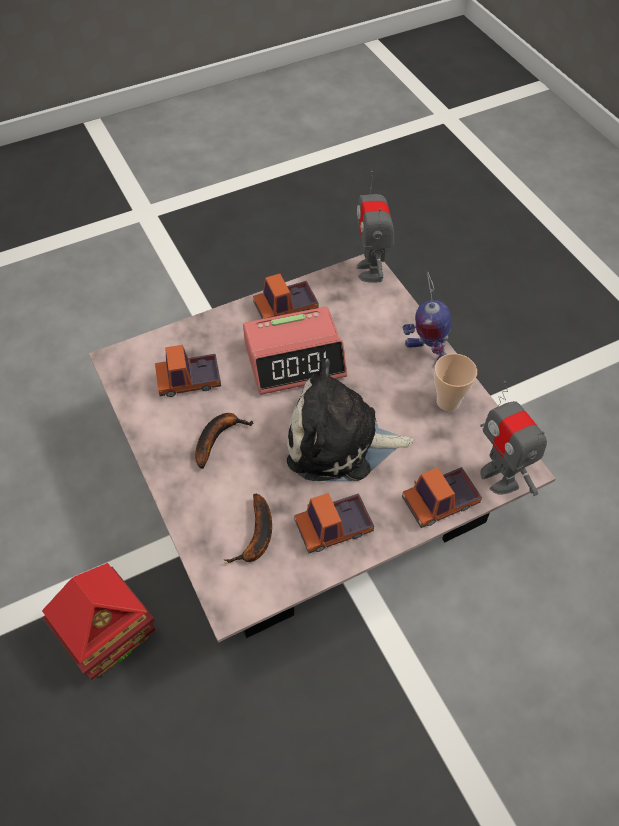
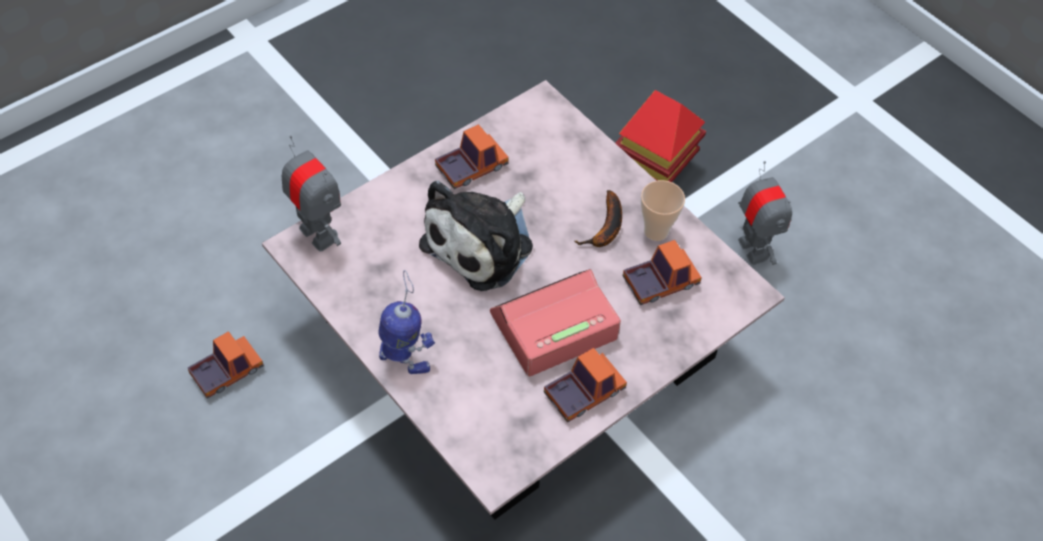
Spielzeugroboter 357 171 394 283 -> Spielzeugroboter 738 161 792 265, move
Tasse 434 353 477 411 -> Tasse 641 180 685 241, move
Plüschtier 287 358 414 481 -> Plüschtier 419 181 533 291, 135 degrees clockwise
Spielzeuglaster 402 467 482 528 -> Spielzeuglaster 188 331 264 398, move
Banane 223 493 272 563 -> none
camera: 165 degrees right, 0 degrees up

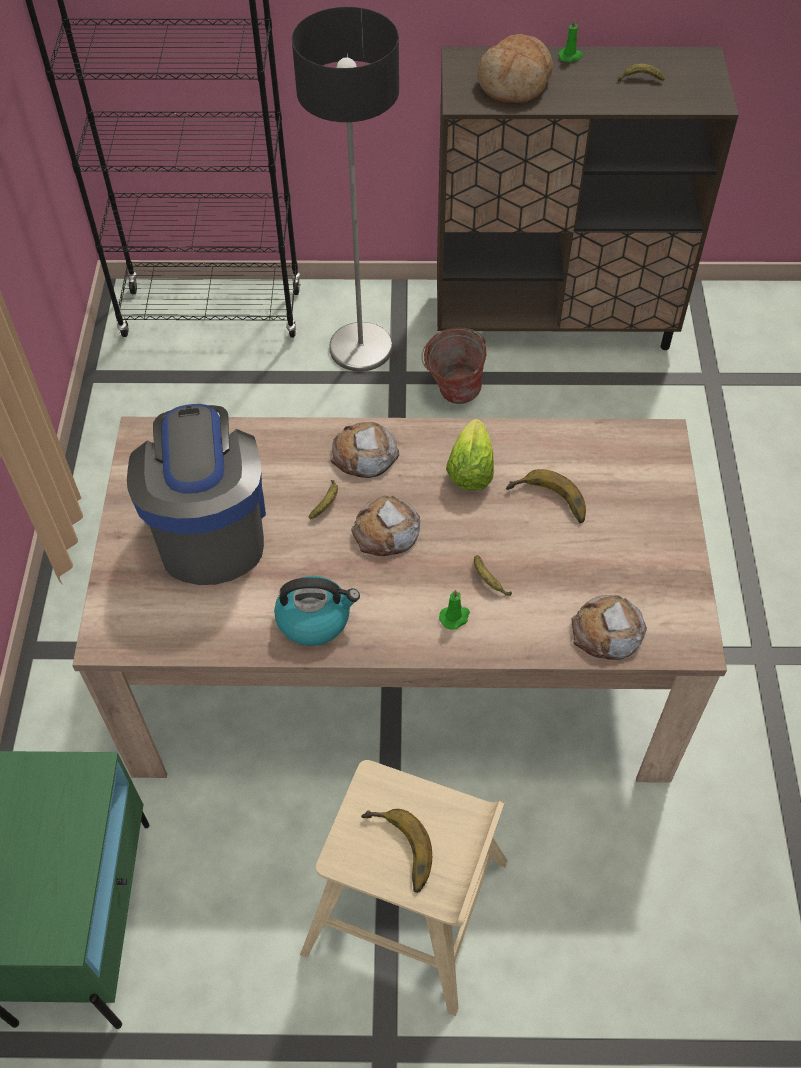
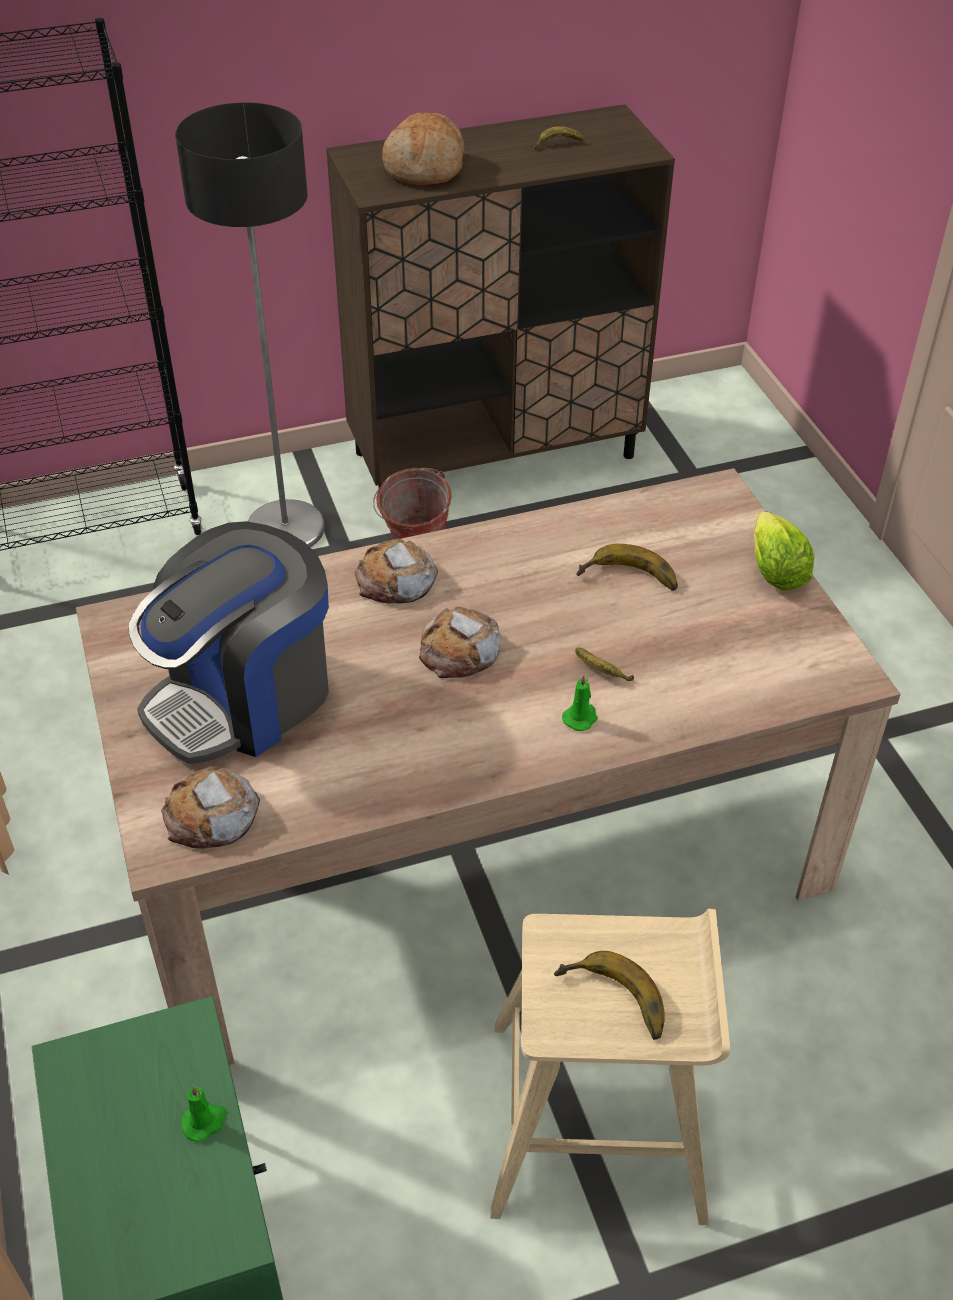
Kerze/grün 558 18 583 62 -> Kerze/grün 181 1086 227 1142, move
Kaffeemaschine 127 404 266 585 -> Kaffeemaschine 129 521 329 764, 105 degrees counterclockwise
Salatkopf 446 419 494 491 -> Salatkopf 754 512 814 590, move
Banane 308 480 338 519 -> none
Wasserkessel 274 576 360 646 -> none
Brot 571 595 647 660 -> Brot 161 766 260 849, move
camera: 20 degrees left, 10 degrees down

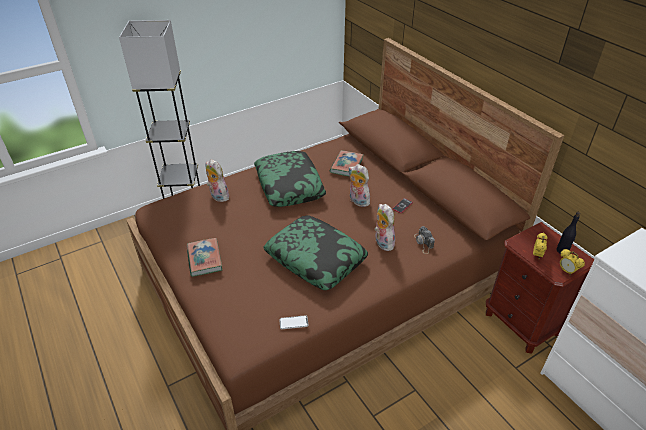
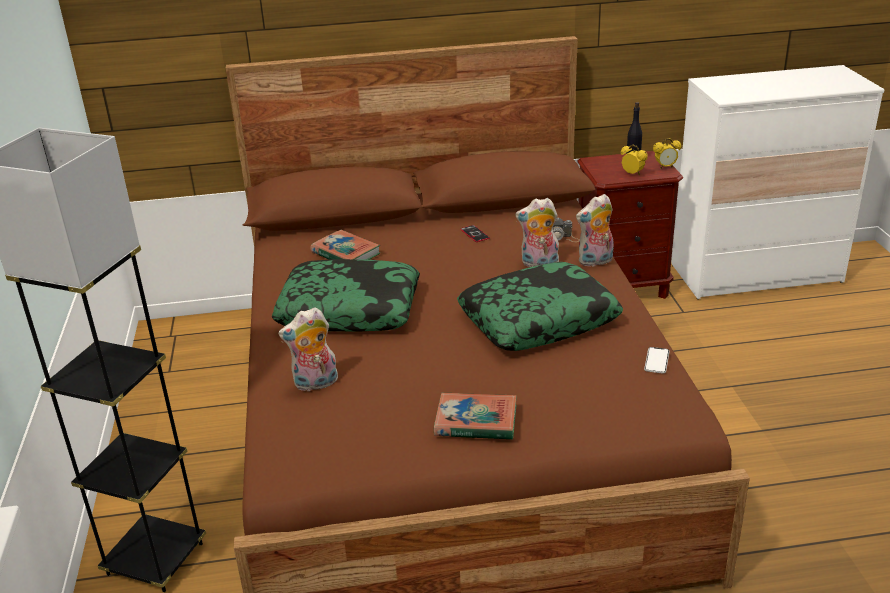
Plüschtier 348 164 370 207 -> Plüschtier 576 194 614 267, move
camera: 65 degrees left, 10 degrees down

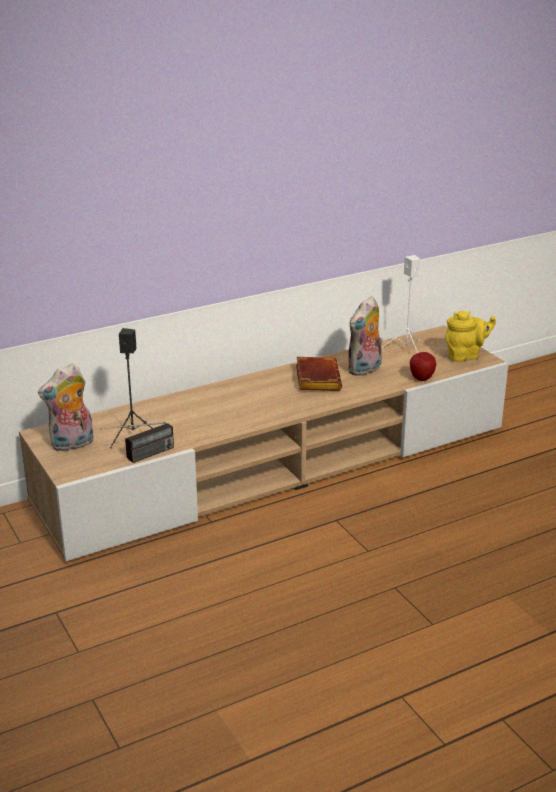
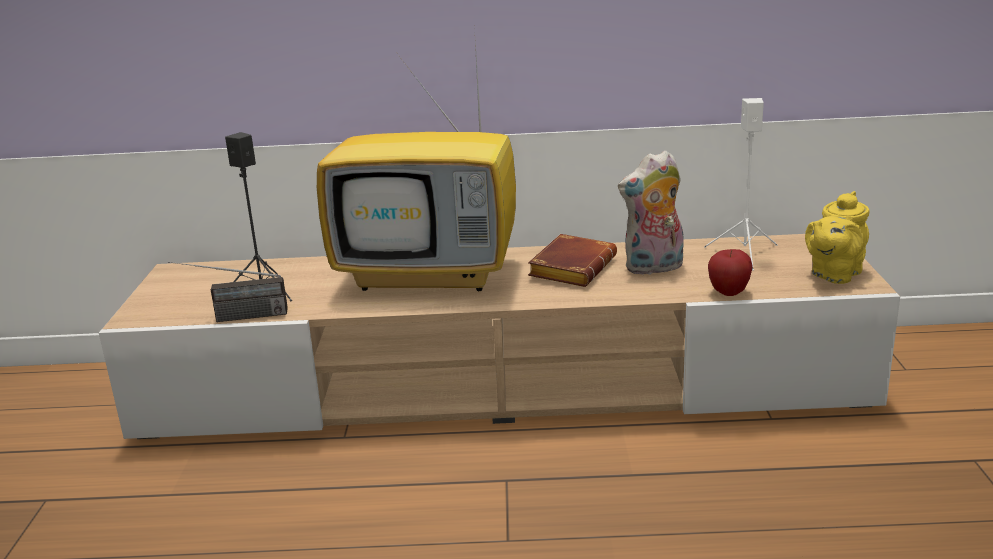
Teekanne/gelb 446 311 496 362 -> Teekanne/gelb 805 191 870 284, 120 degrees clockwise
Plüschtier 38 363 94 452 -> none
none -> Fernseher 317 27 516 291
camera: 30 degrees right, 5 degrees down

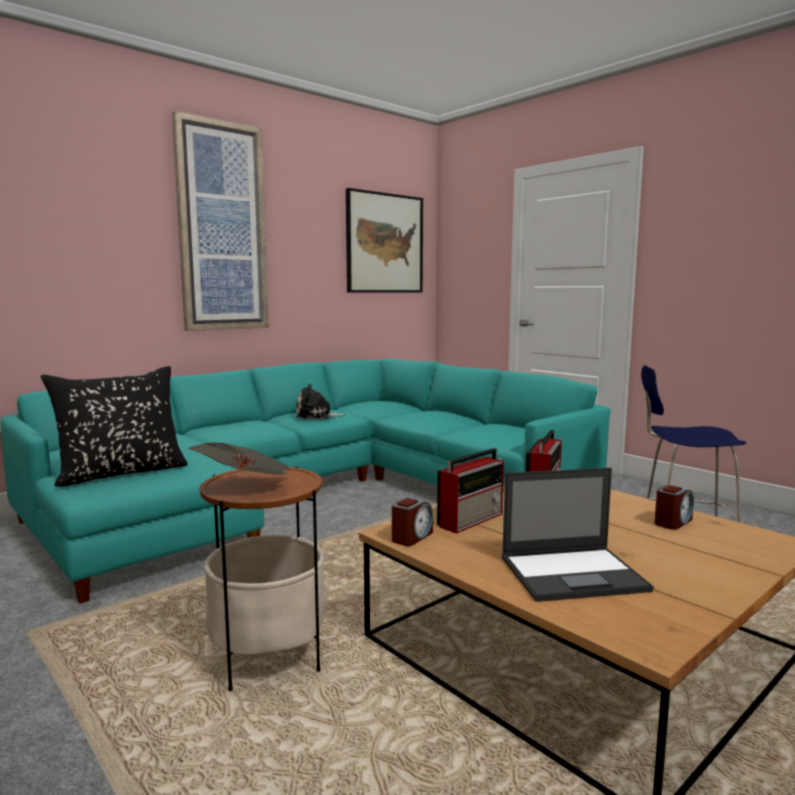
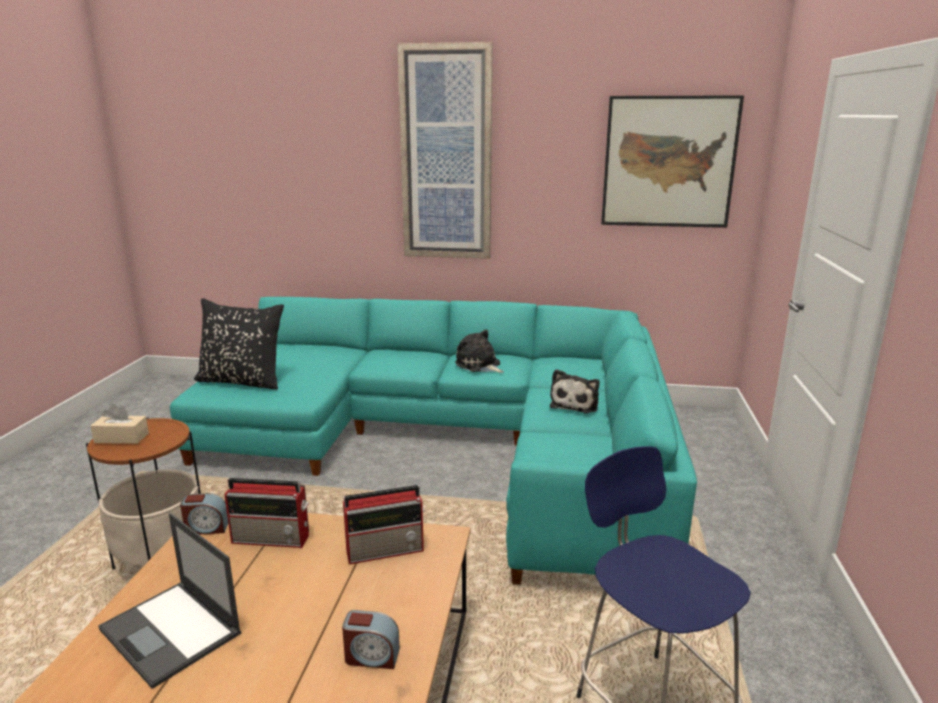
Zeitung 188 443 290 475 -> Taschentuchbox/beige 91 404 149 444
none -> Plüschtier 550 369 599 413
camera: 50 degrees right, 10 degrees up

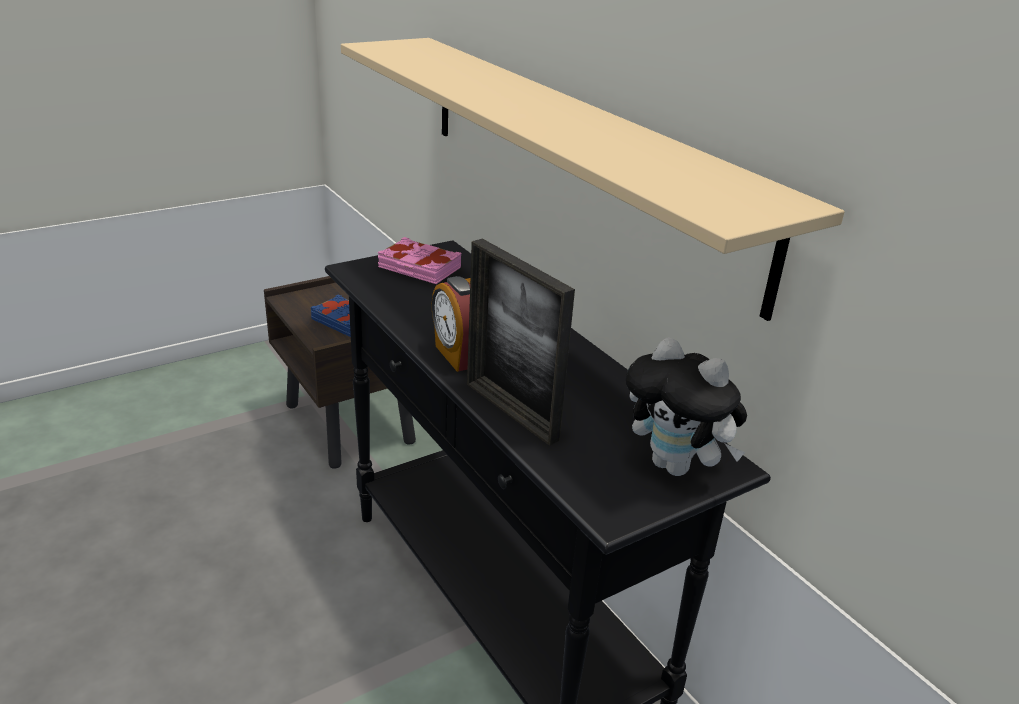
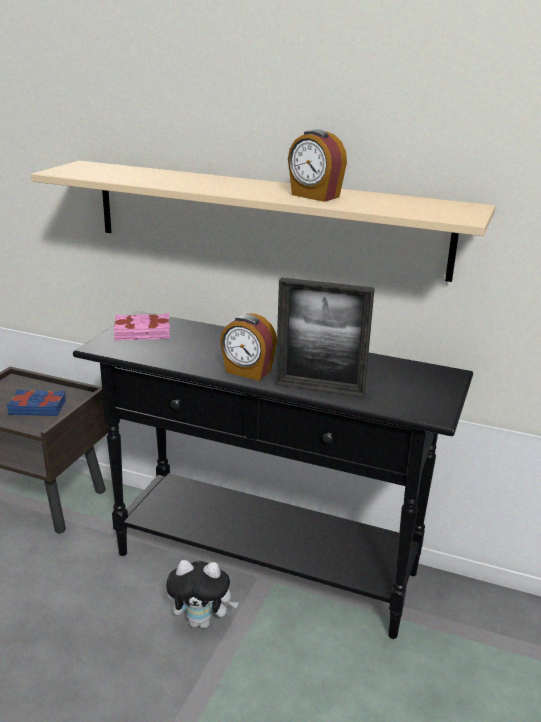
Plüschtier 626 337 747 476 -> Plüschtier 166 560 239 628, move
none -> Wecker 288 129 347 202
camera: 35 degrees left, 5 degrees down

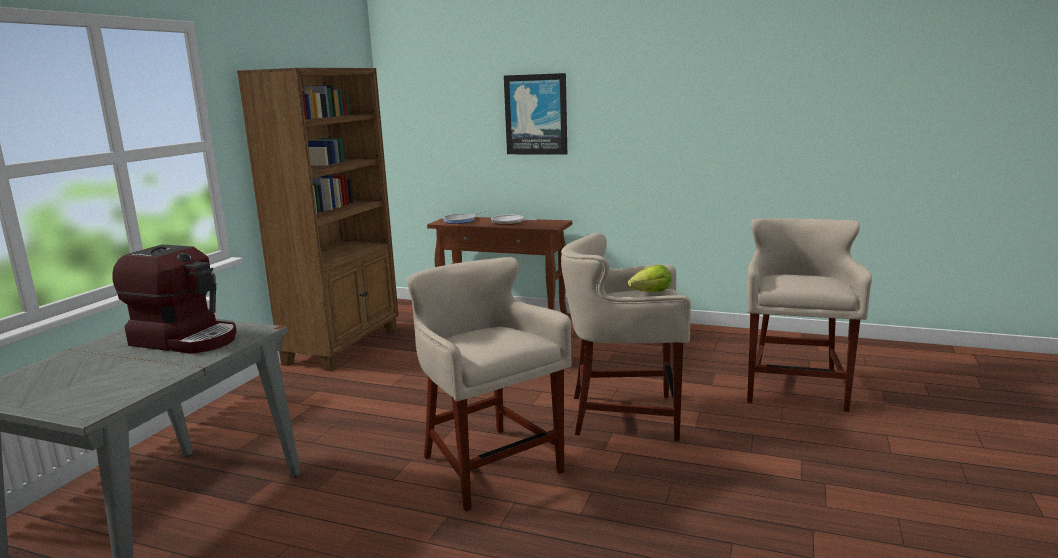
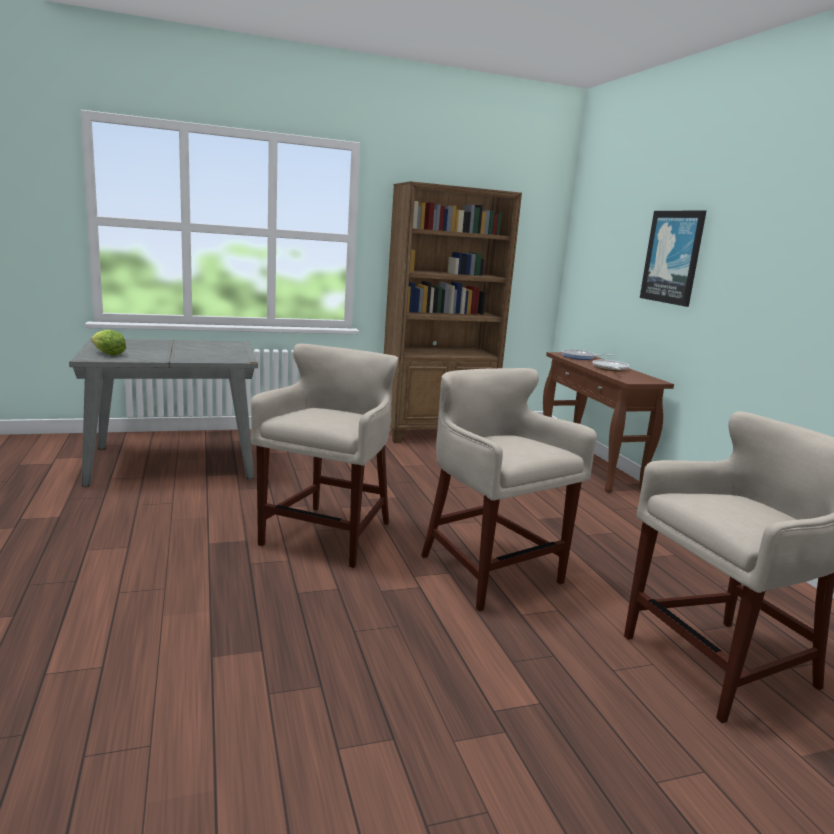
Kaffeemaschine 112 245 237 354 -> none
Salatkopf 628 265 671 292 -> Salatkopf 91 330 126 356, move
camera: 50 degrees right, 0 degrees up

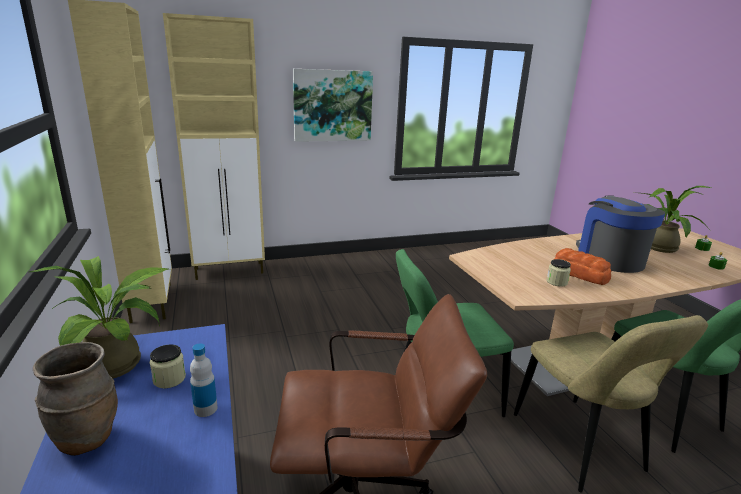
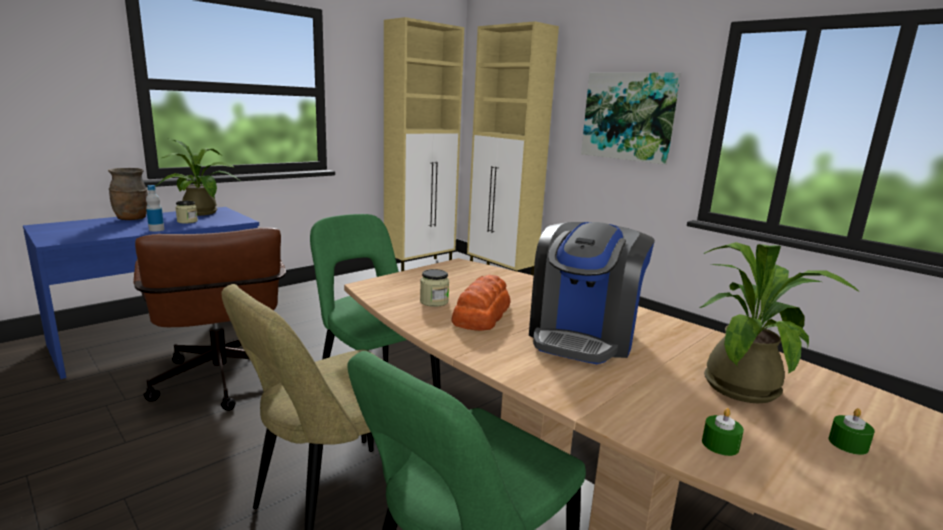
Kaffeemaschine 576 195 665 273 -> Kaffeemaschine 529 222 655 364, 150 degrees clockwise
camera: 65 degrees right, 5 degrees down

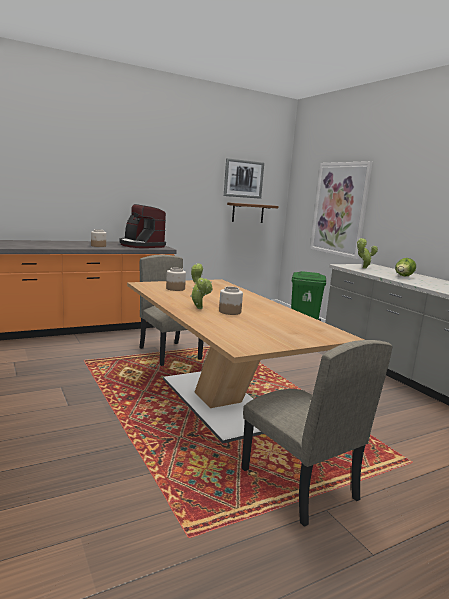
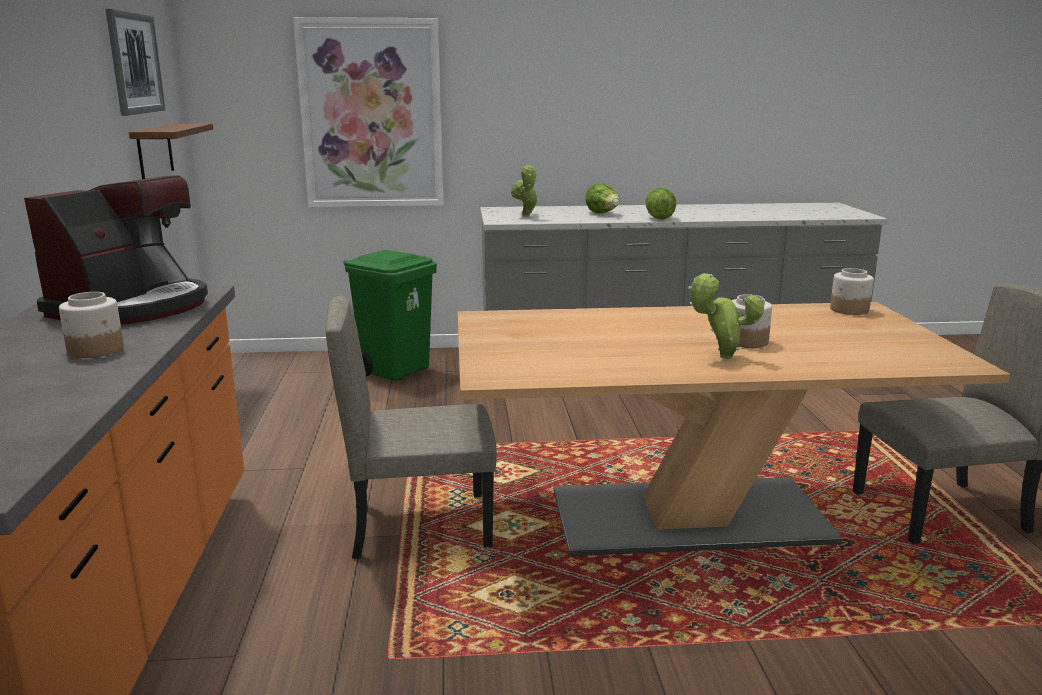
Kaffeemaschine 119 204 166 248 -> Kaffeemaschine 24 175 208 324, 45 degrees counterclockwise
Vorratsglas 166 268 186 291 -> Vorratsglas 830 268 874 315, move
none -> Salatkopf 645 188 676 220
camera: 65 degrees left, 5 degrees up

